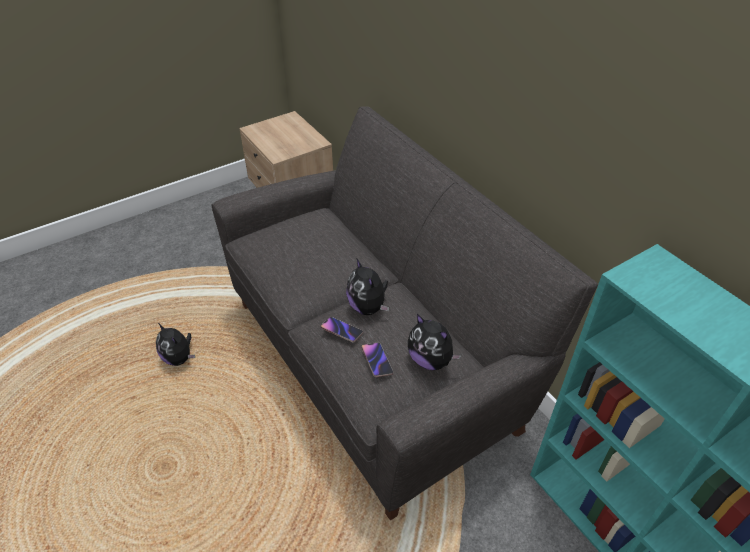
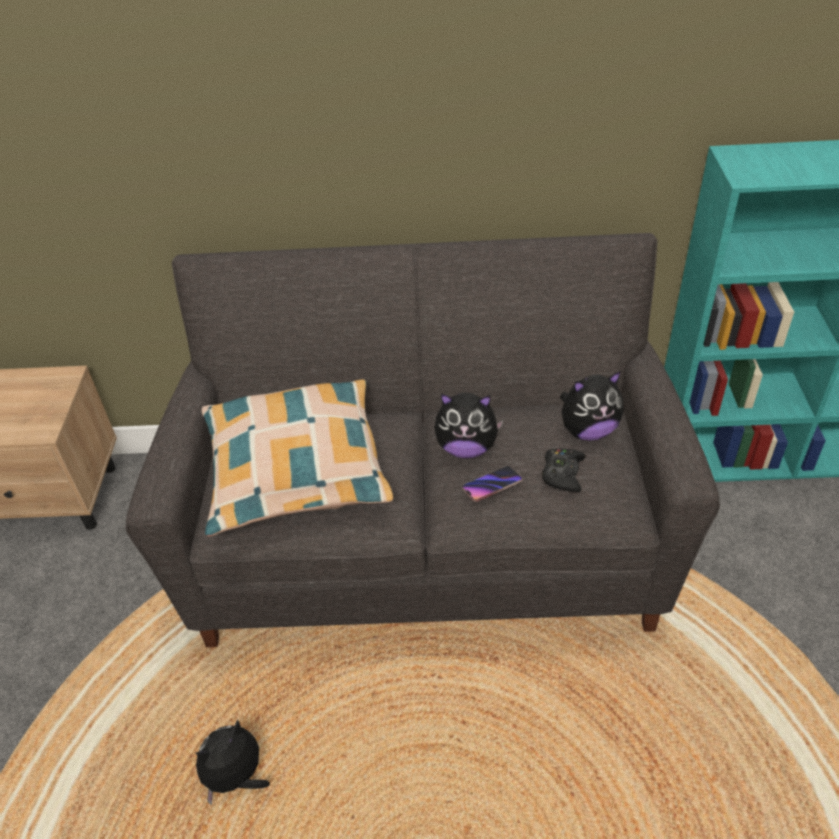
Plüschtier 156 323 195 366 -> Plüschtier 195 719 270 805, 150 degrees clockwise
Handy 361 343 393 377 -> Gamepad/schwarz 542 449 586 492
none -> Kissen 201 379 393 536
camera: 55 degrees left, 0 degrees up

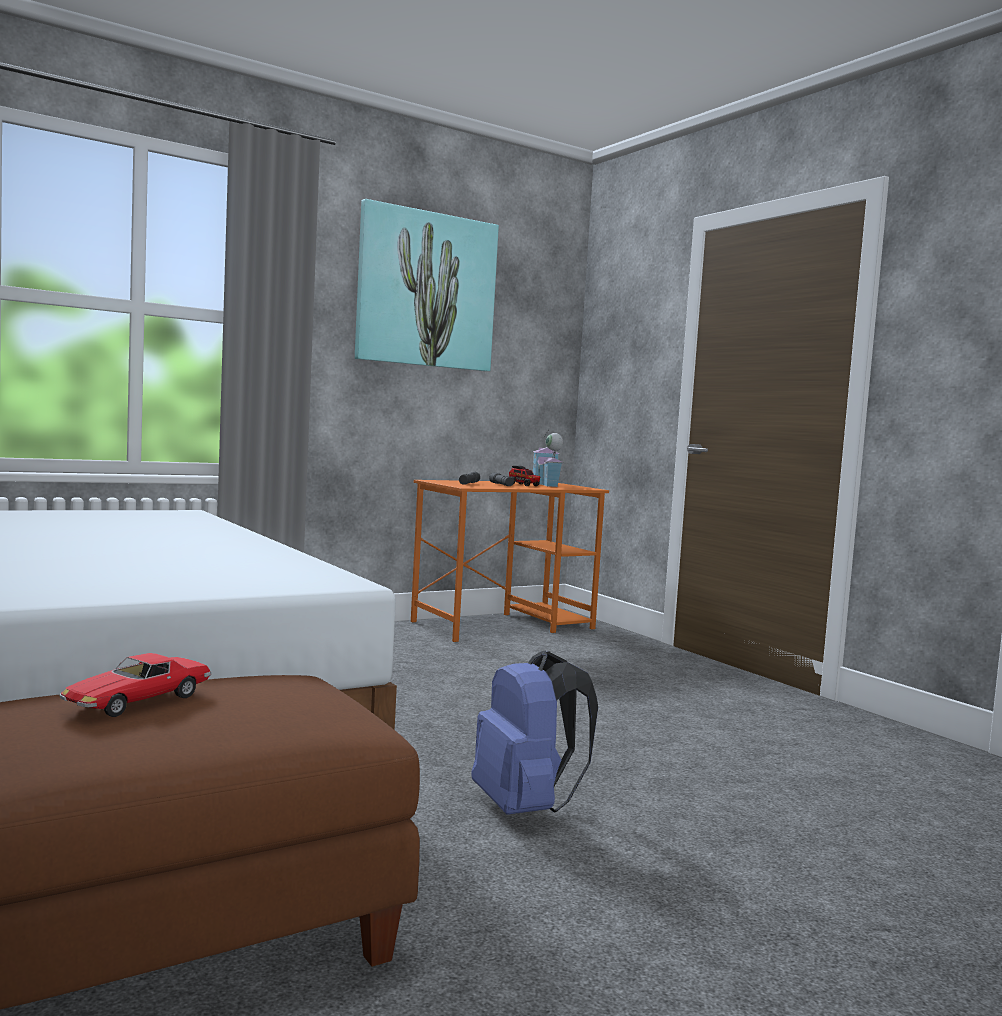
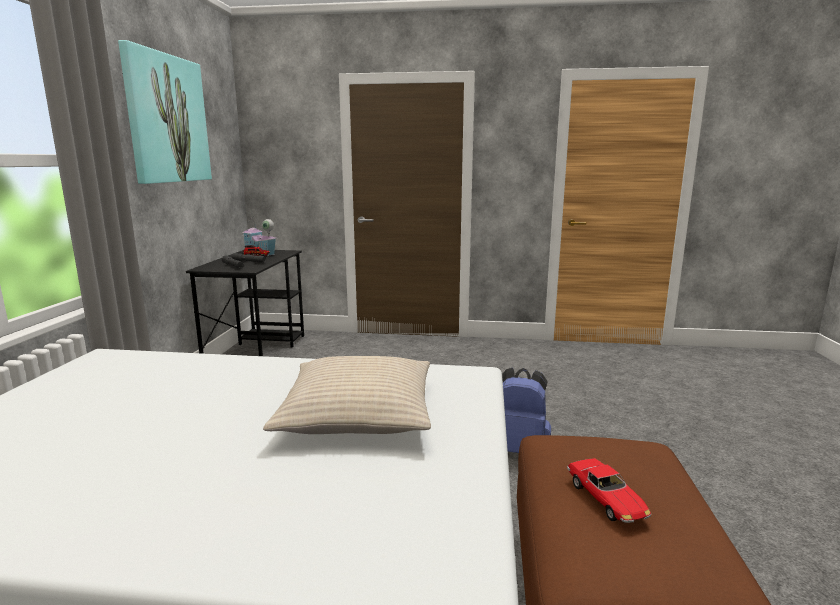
Schreibtisch/orange 411 480 609 642 -> Schreibtisch/schwarz 186 249 304 356
none -> Kissen/beige 263 356 431 434
camera: 50 degrees left, 10 degrees up

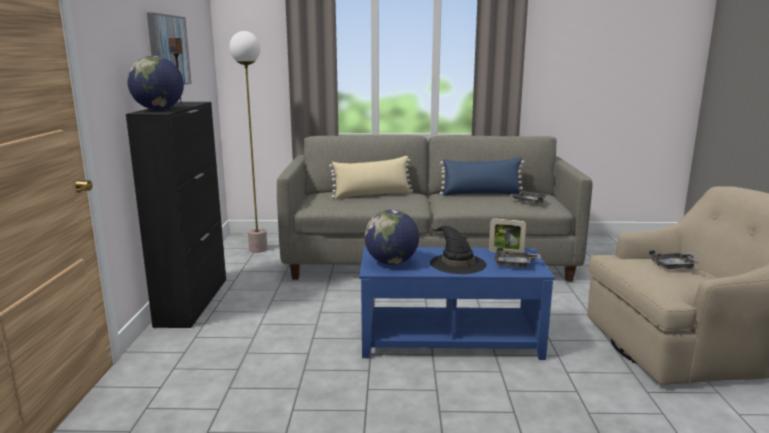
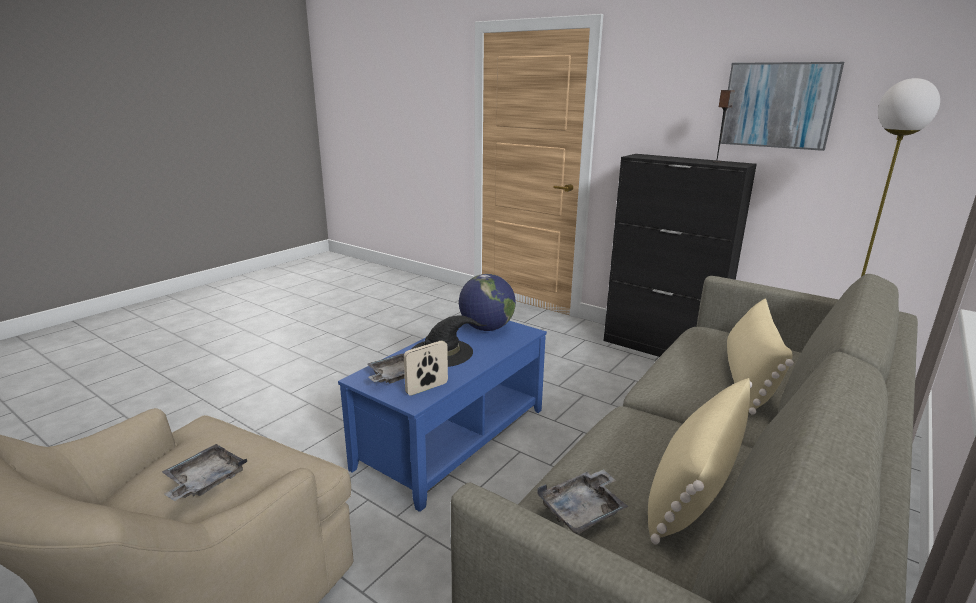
Globus 127 56 184 110 -> none
Kissen/blau 440 157 524 196 -> Kissen/beige 648 378 753 545
camera: 125 degrees right, 5 degrees up

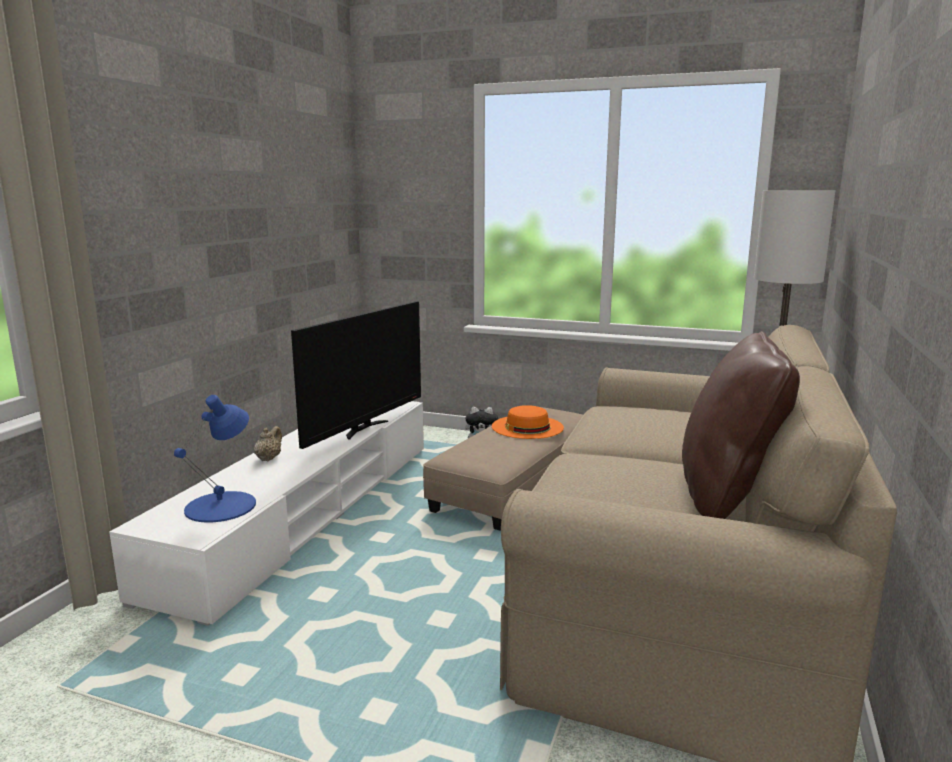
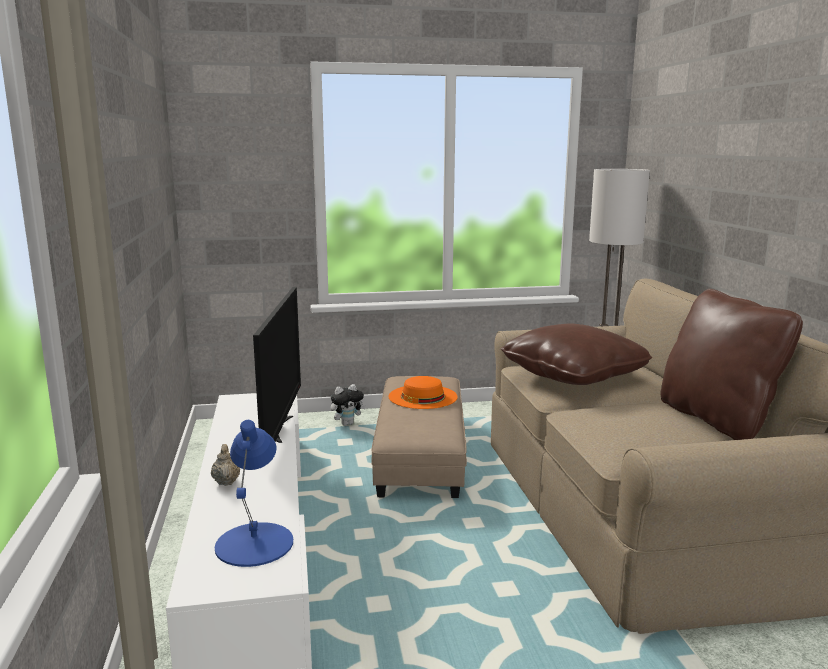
none -> Kissen/braun 501 323 652 385
camera: 30 degrees left, 0 degrees up

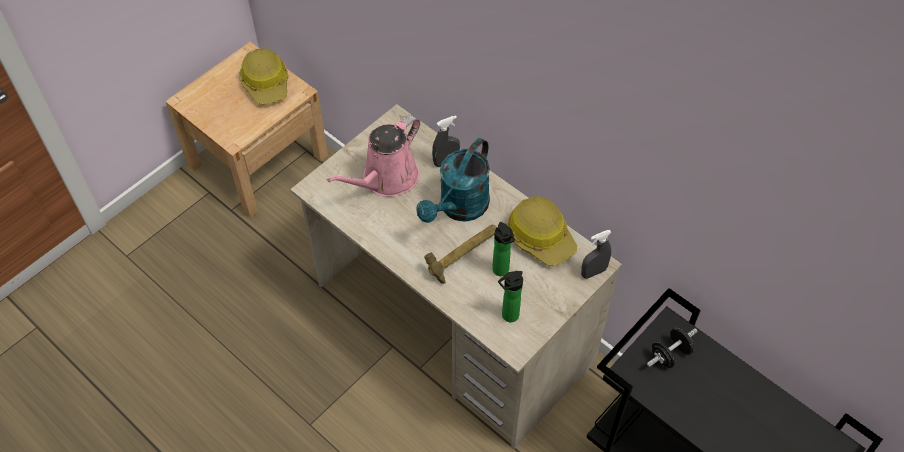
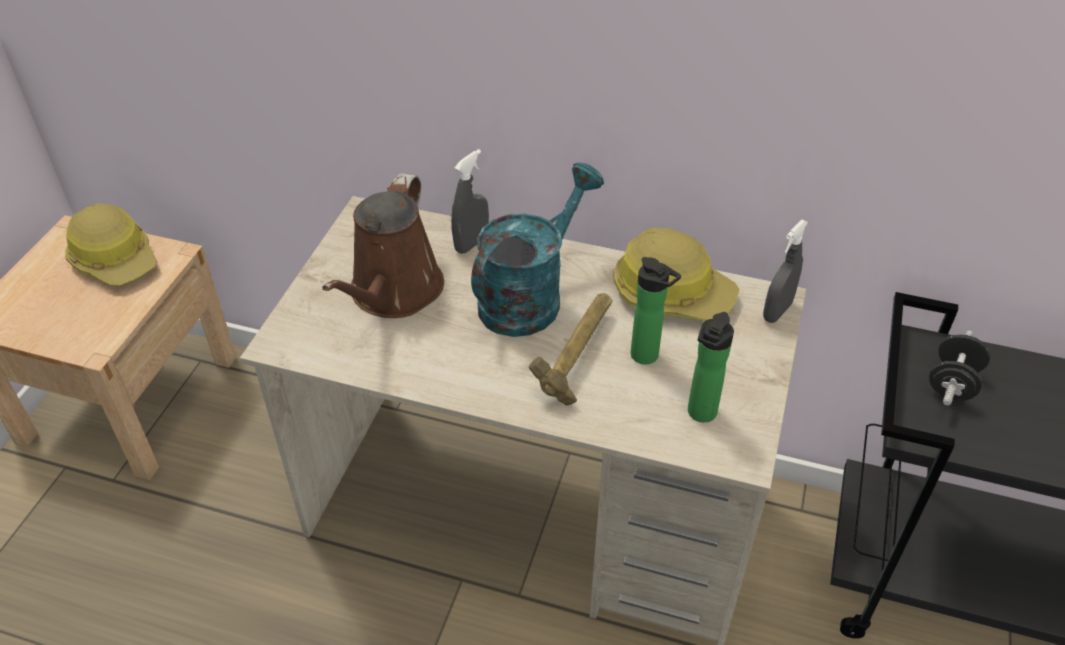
Gießkanne/rosa 327 114 420 197 -> Gießkanne/braun 322 173 444 318
Gießkanne/türkis 416 138 490 223 -> Gießkanne/türkis 471 162 604 337, 150 degrees counterclockwise
camera: 25 degrees left, 10 degrees down

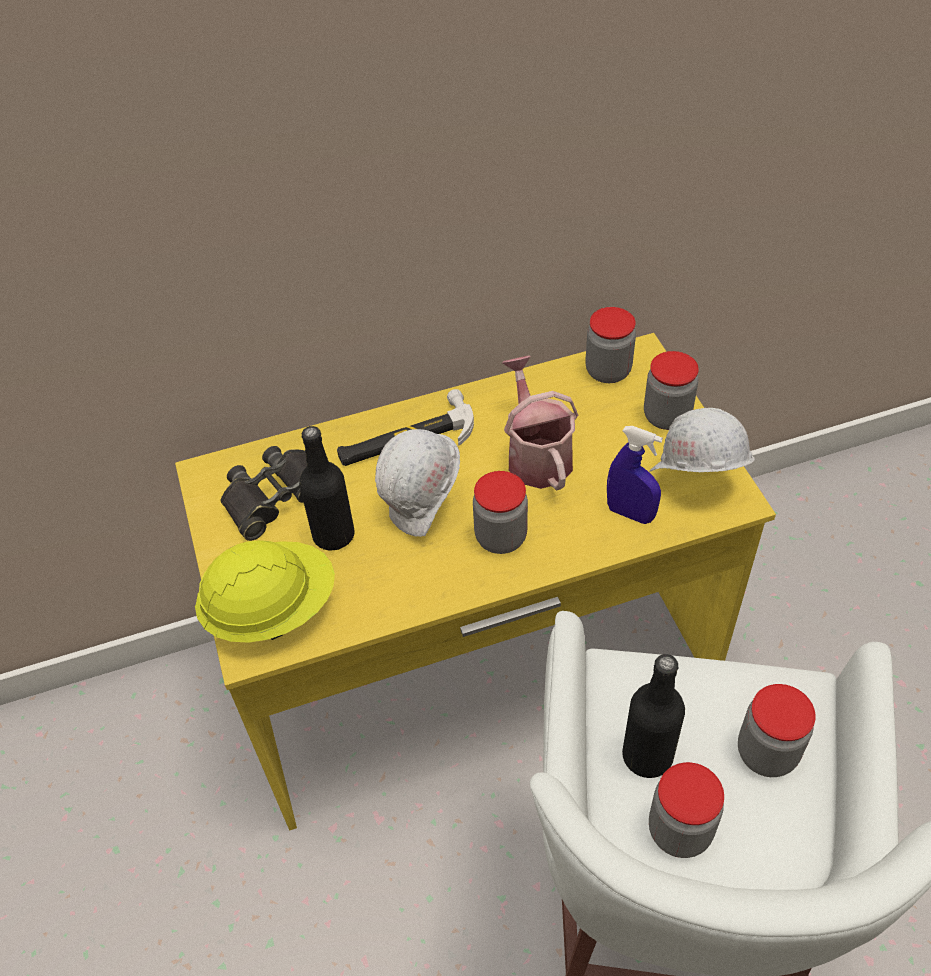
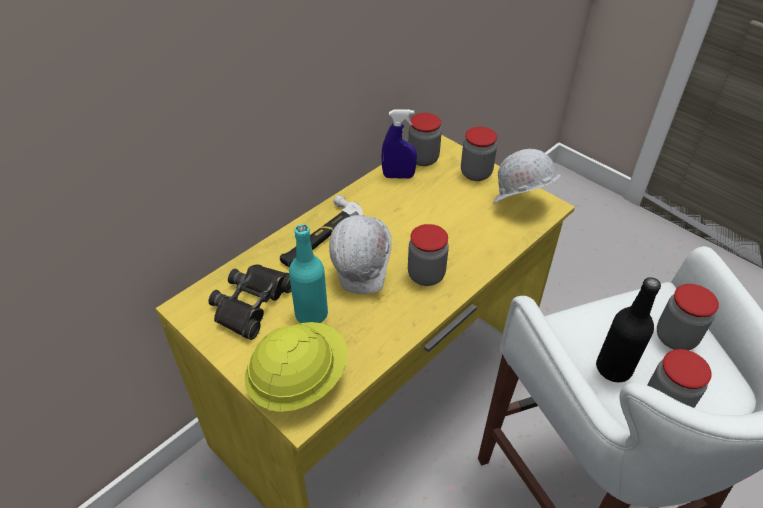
Gießkanne 502 355 579 491 -> none
Flasche/schwarz 299 426 355 550 -> Flasche/türkis 289 224 328 323
Sprühflasche/blau 607 426 663 524 -> Sprühflasche/blau 382 109 417 179, move
camera: 30 degrees left, 5 degrees down

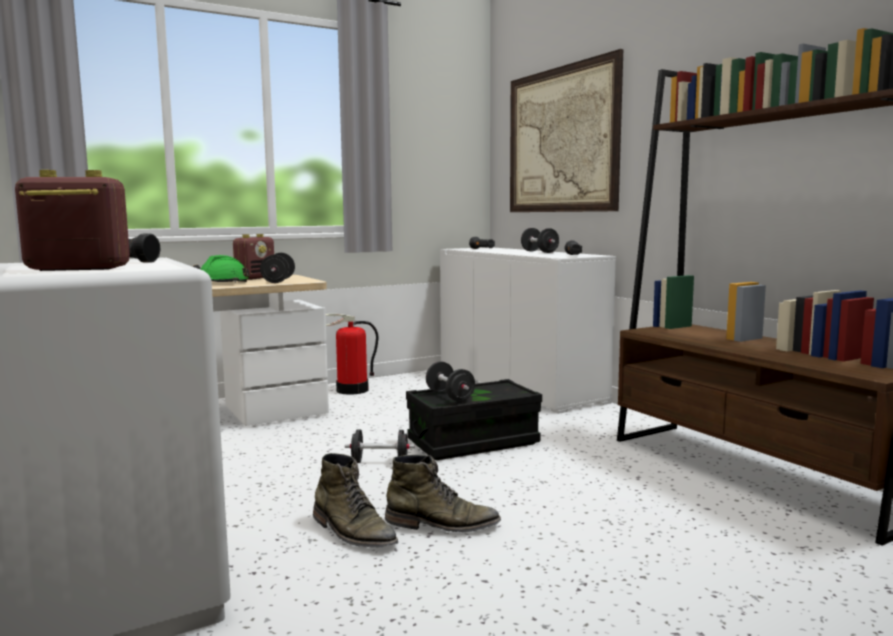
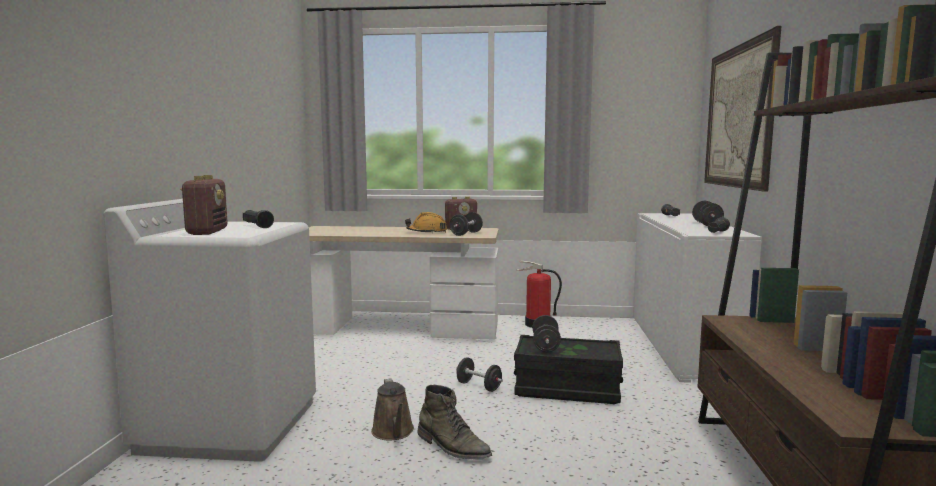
Radio 15 170 130 271 -> Radio 180 175 228 235, 60 degrees clockwise
Schutzhelm/grün 192 255 250 283 -> Schutzhelm/orange 405 212 447 233
Stiefel/grün 313 453 398 547 -> Gießkanne/braun 371 378 414 440
camera: 35 degrees right, 0 degrees up

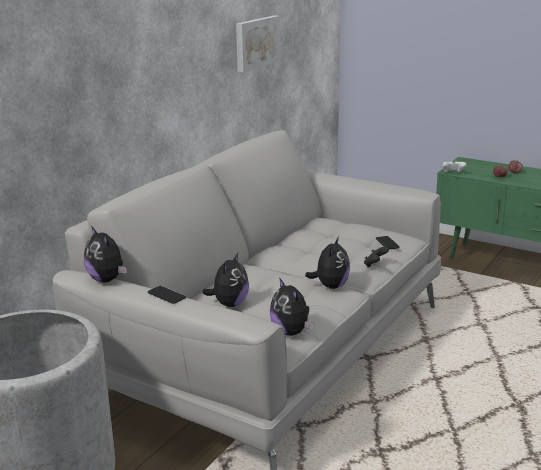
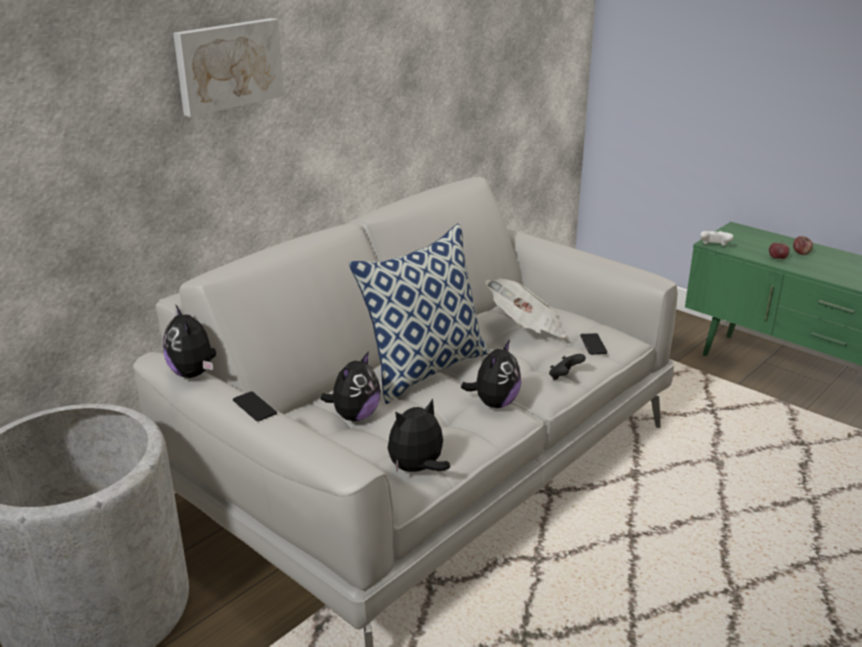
Bild 236 16 280 72 -> Bild 173 18 284 117, move
Plüschtier 270 278 313 336 -> Plüschtier 388 399 450 472, 75 degrees clockwise
none -> Kissen 349 223 490 404
none -> Zeitung 485 279 567 338
camera: 10 degrees right, 5 degrees up

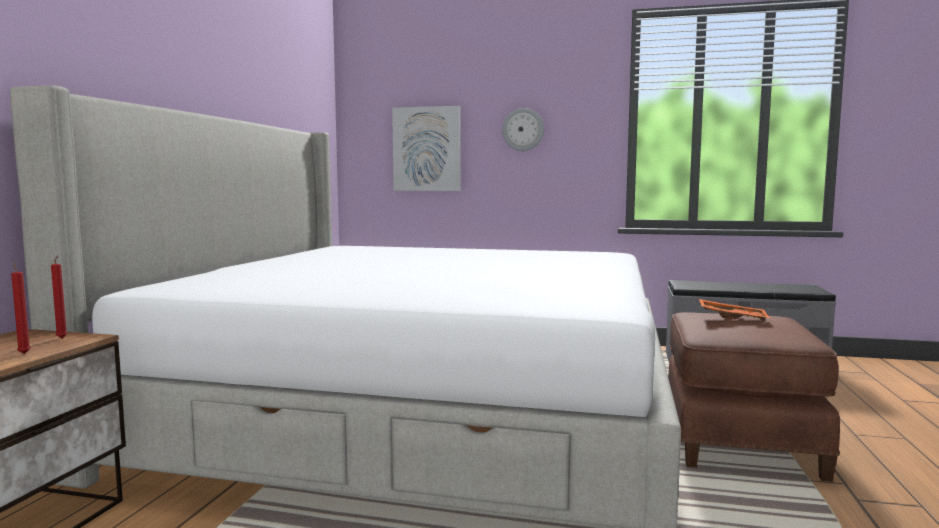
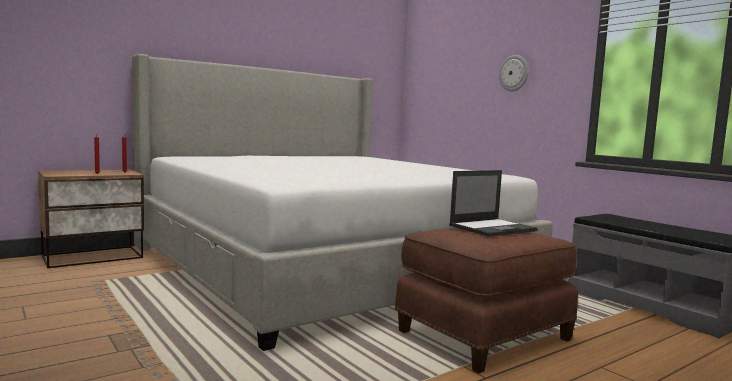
Bild 392 106 461 191 -> none
Tablett/orange 699 299 770 321 -> Laptop 449 170 538 237
camera: 40 degrees right, 0 degrees up

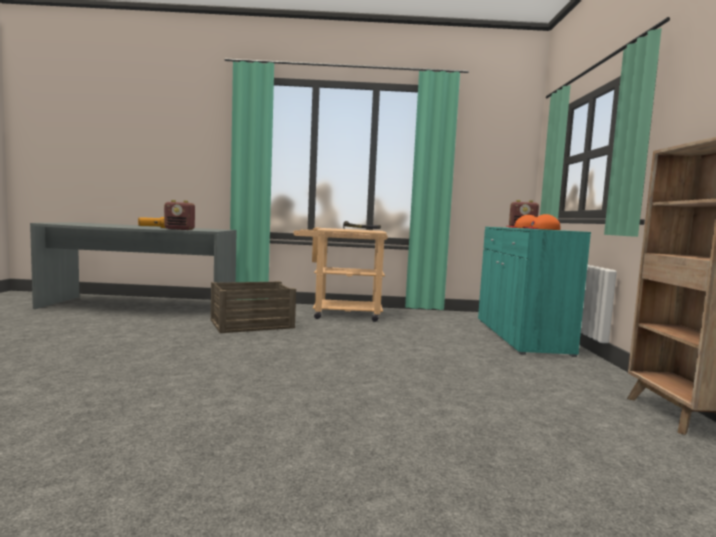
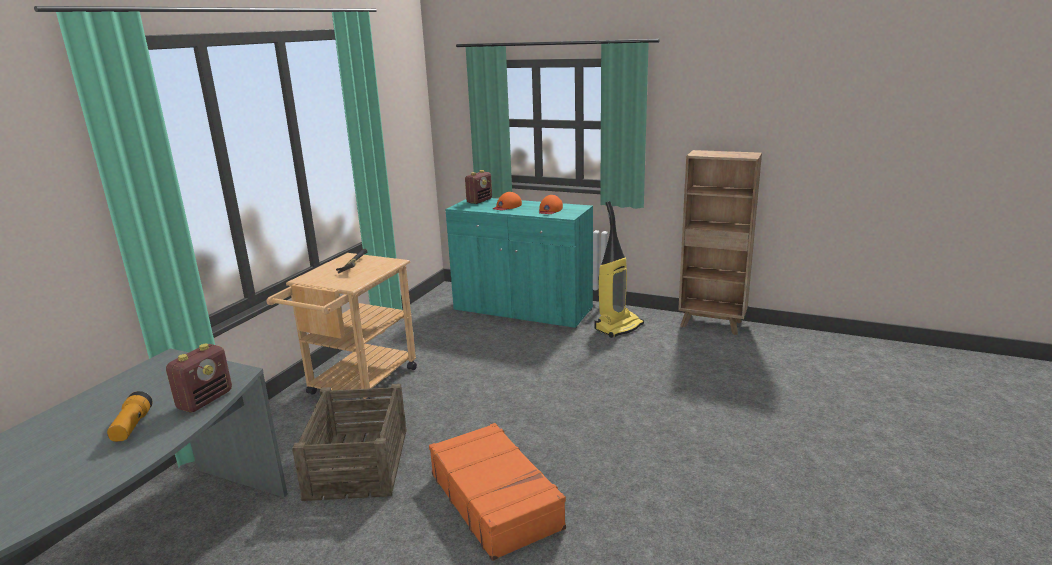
none -> Staubsauger 595 201 644 338
none -> Koffer/orange 429 423 566 561
camera: 65 degrees left, 15 degrees up

